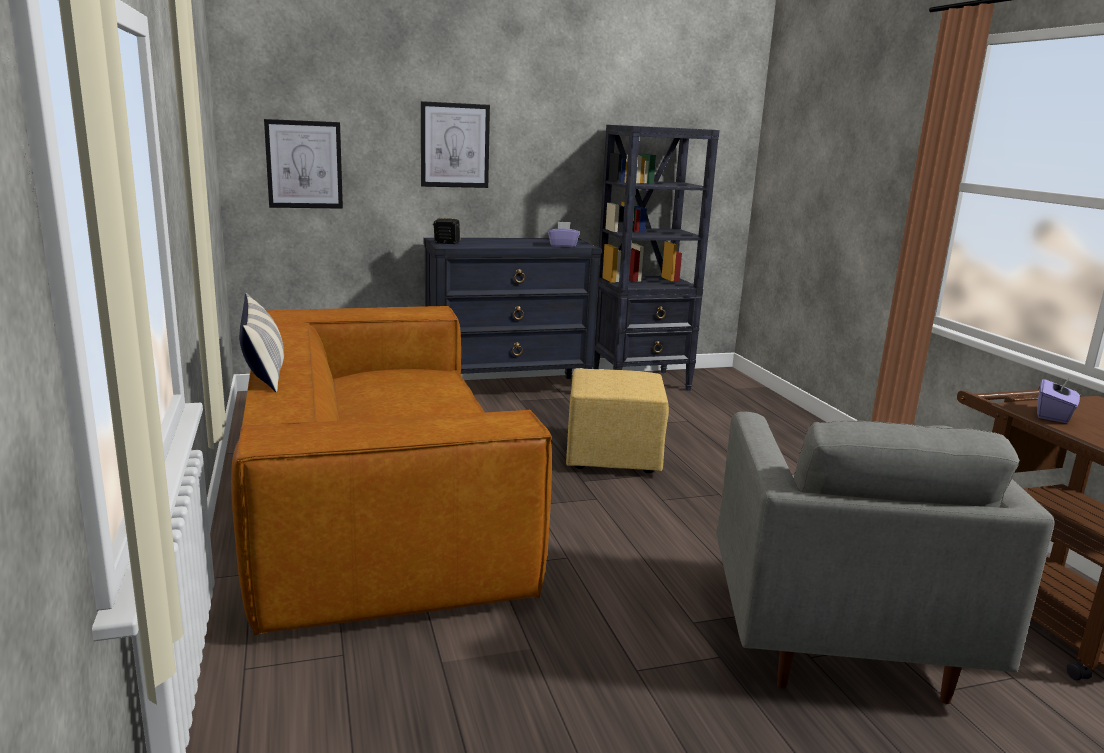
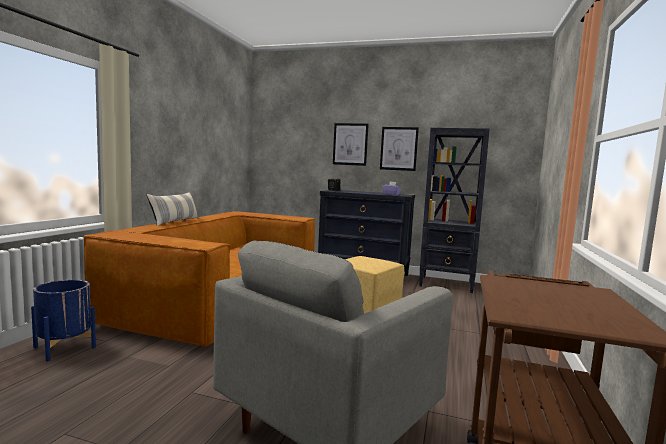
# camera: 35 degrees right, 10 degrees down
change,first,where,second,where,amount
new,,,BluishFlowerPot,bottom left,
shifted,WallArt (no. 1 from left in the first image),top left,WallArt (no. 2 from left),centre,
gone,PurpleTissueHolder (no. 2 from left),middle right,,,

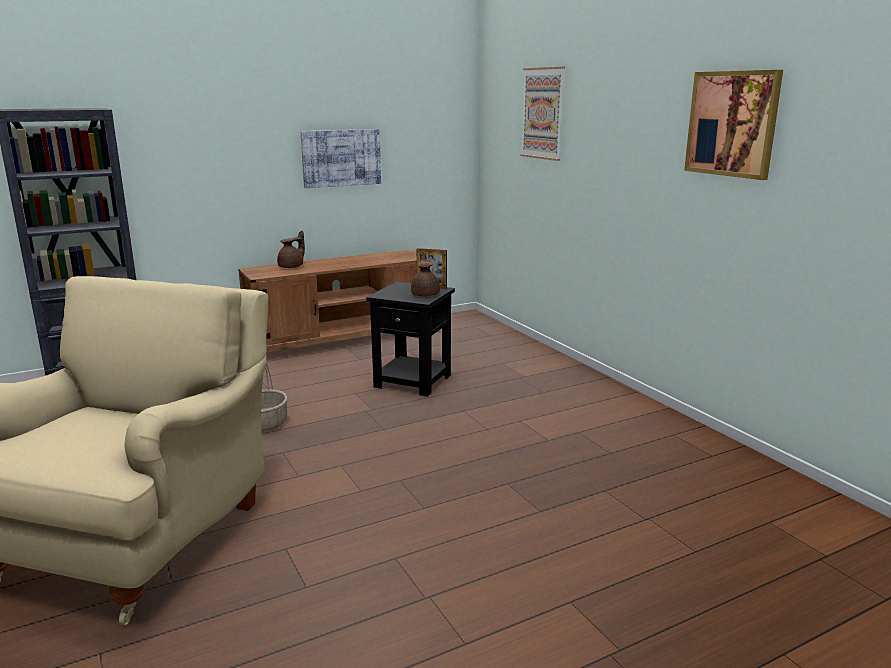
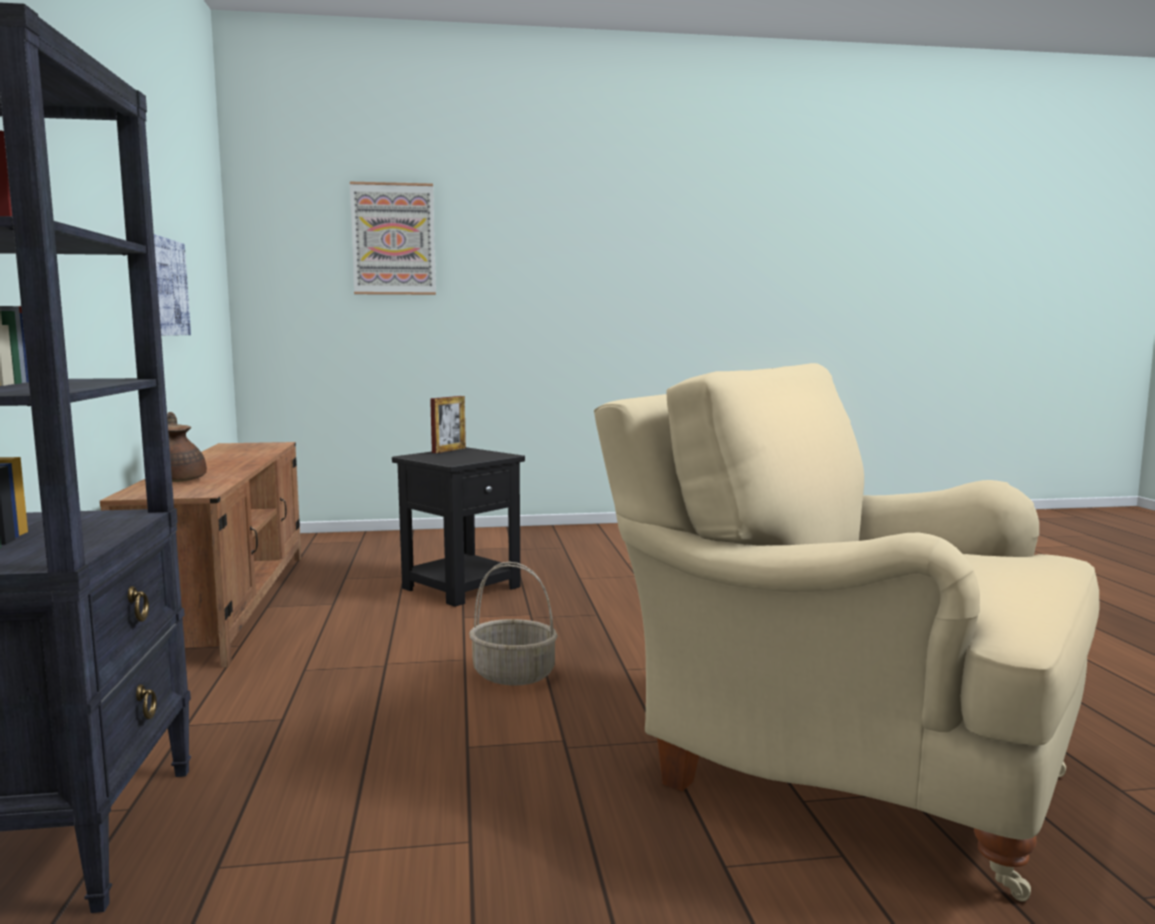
# camera: 70 degrees left, 10 degrees down
change,first,where,second,where,amount
gone,BrownishPotForTea (no. 2 from left),centre,,,
gone,WallArt (no. 3 from left),top right,,,

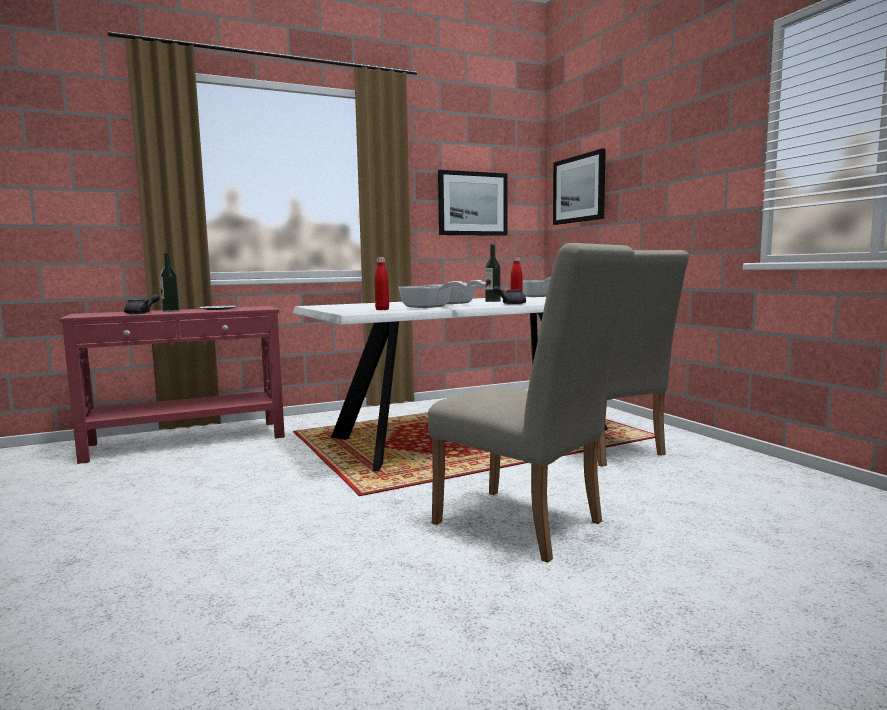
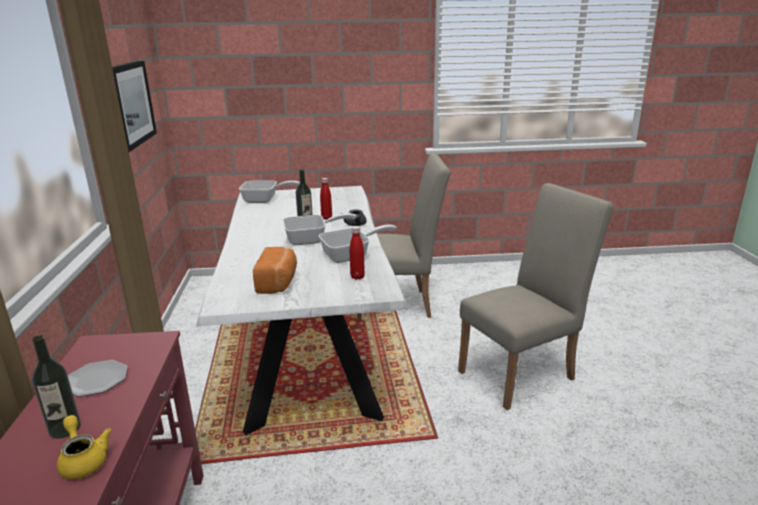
# camera: 70 degrees left, 15 degrees up
change,first,where,second,where,amount
repainted,GreyPotForTea (no. 1 from left),middle left,YellowishPotForTea,bottom left,
new,,,BakedBread,centre,
gone,WallArt (no. 2 from left),top centre,,,

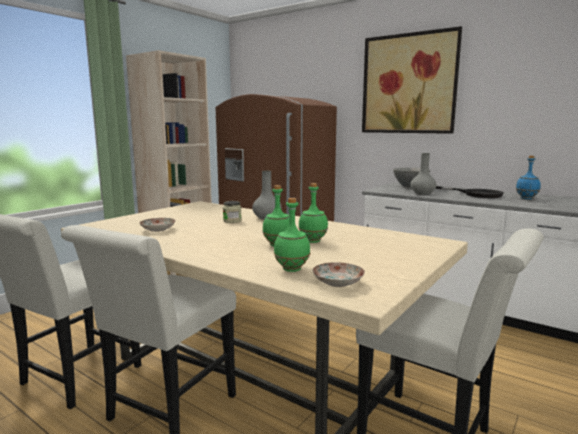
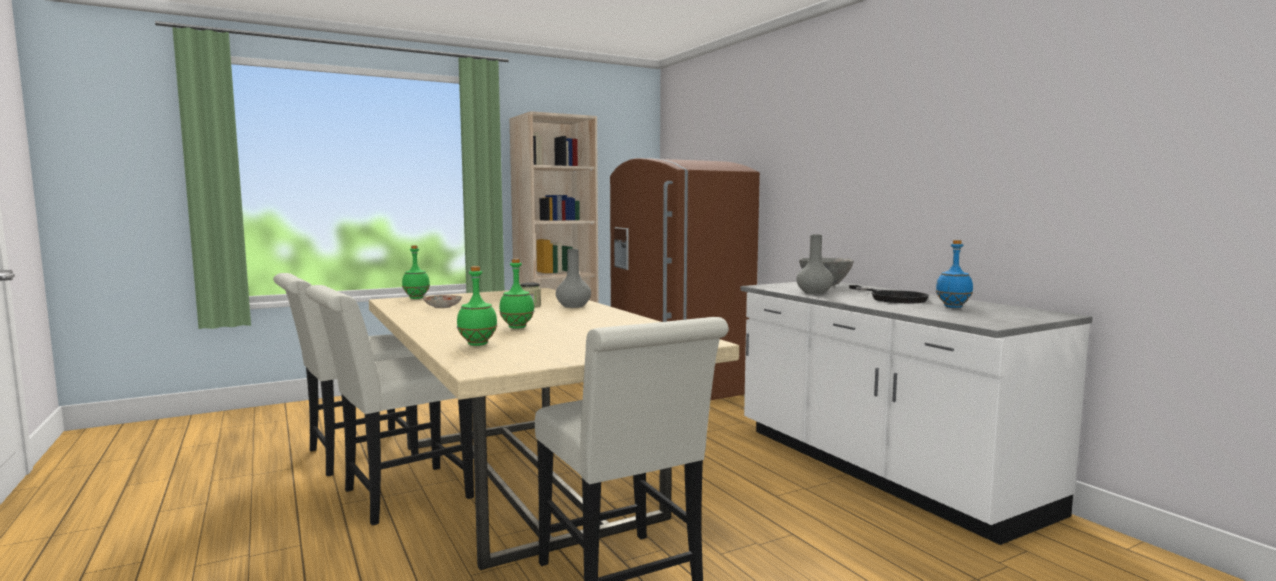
# camera: 25 degrees right, 5 degrees down
change,first,where,second,where,amount
shifted,GreenColouredBottle (no. 3 from left in the first image),centre,GreenColouredBottle (no. 1 from left),middle left,
gone,Plate (no. 2 from left),centre,,,
gone,WallArt,top right,,,

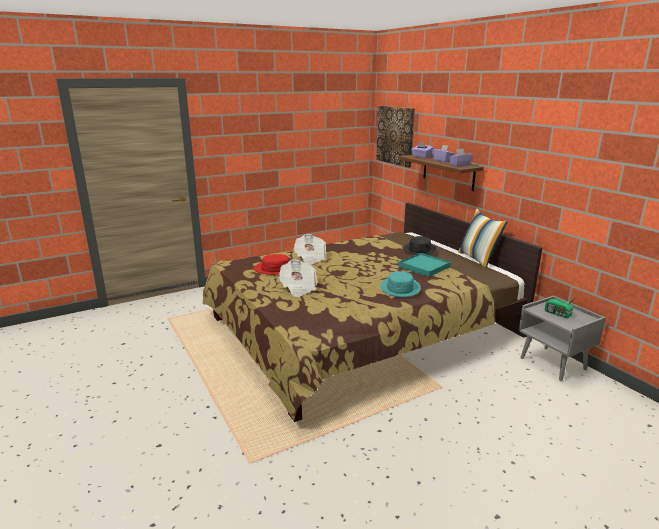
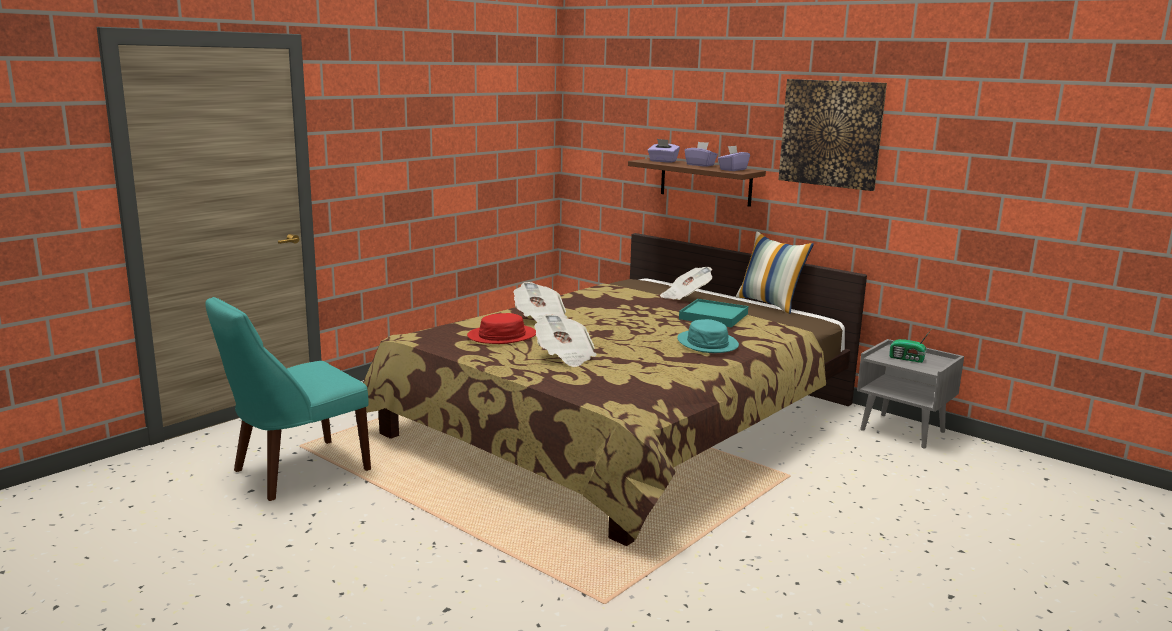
# camera: 20 degrees left, 5 degrees down
change,first,where,second,where,amount
new,,,TurquoiseUprightChair,middle left,
swapped,BlackWearableHat,centre,PrintedPaper (no. 3 from left),centre,
shifted,WallArt,top centre,,top right,

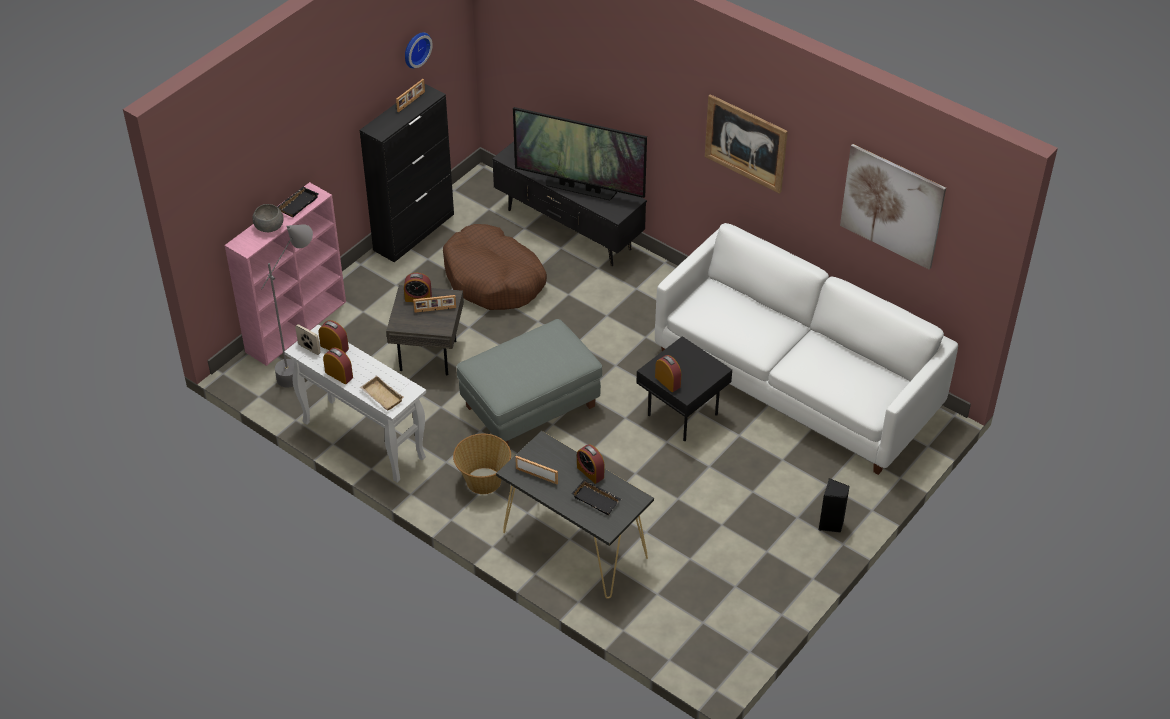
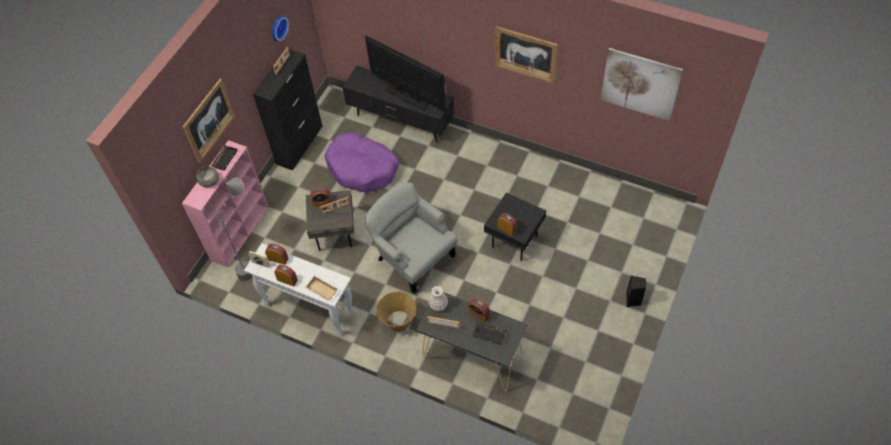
# camera: 10 degrees left, 10 degrees up
change,first,where,second,where,amount
new,,,WallArt (no. 1 from left),top left,
repainted,BrownishDogCushion,centre,PurpleDogCushion,centre,
rotated,TvSet,top centre,,top centre,150 degrees counterclockwise
swapped,GreyOttoman,centre,GreyEasyChair,centre,
new,,,WhitishDecorativeVase,bottom centre,
gone,WhitishCouch,middle right,,,

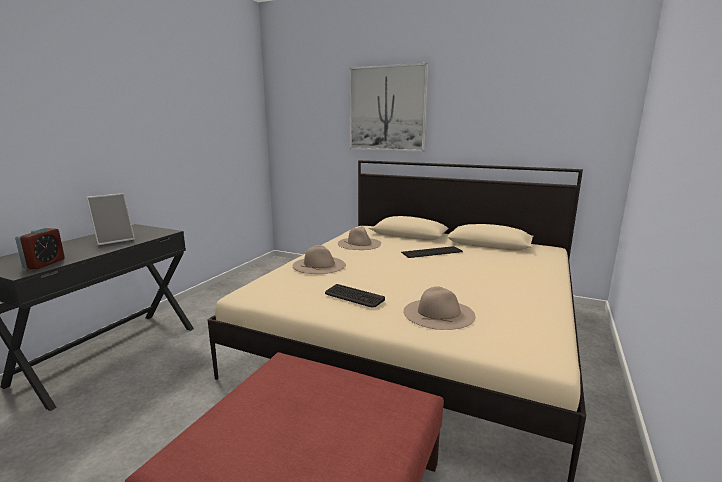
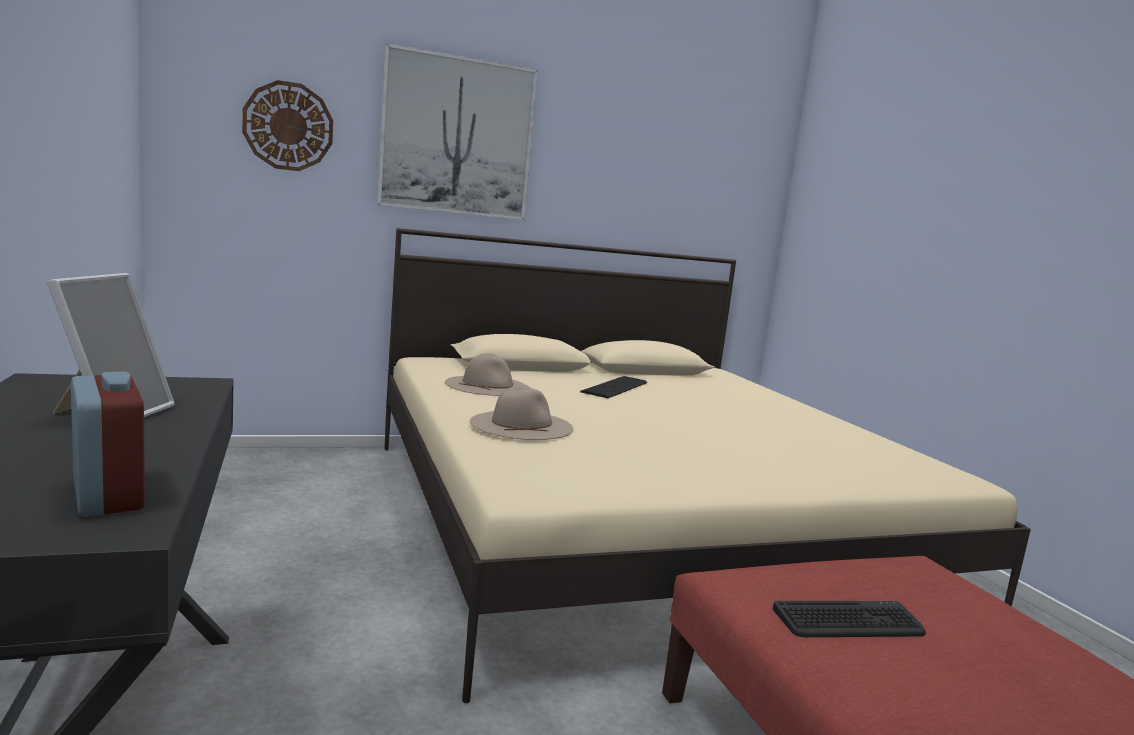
# camera: 45 degrees left, 5 degrees down
change,first,where,second,where,amount
new,,,WallClock,top left,
shifted,PcKeyboard (no. 1 from left in the first image),centre,PcKeyboard (no. 2 from left),bottom right,
gone,BeigeWearableHat (no. 3 from left),centre,,,

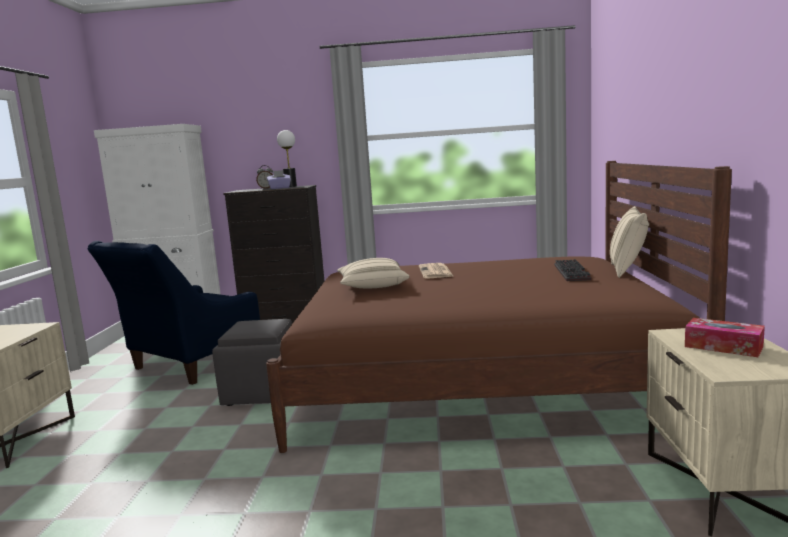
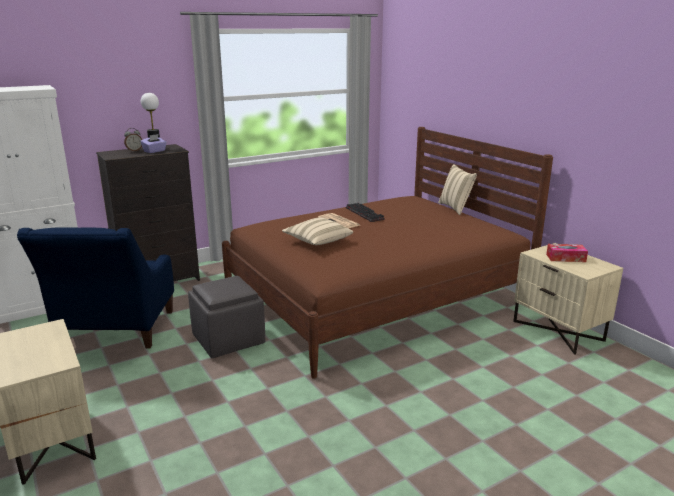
# camera: 35 degrees left, 10 degrees up
change,first,where,second,where,amount
shifted,PcKeyboard,middle right,,centre,

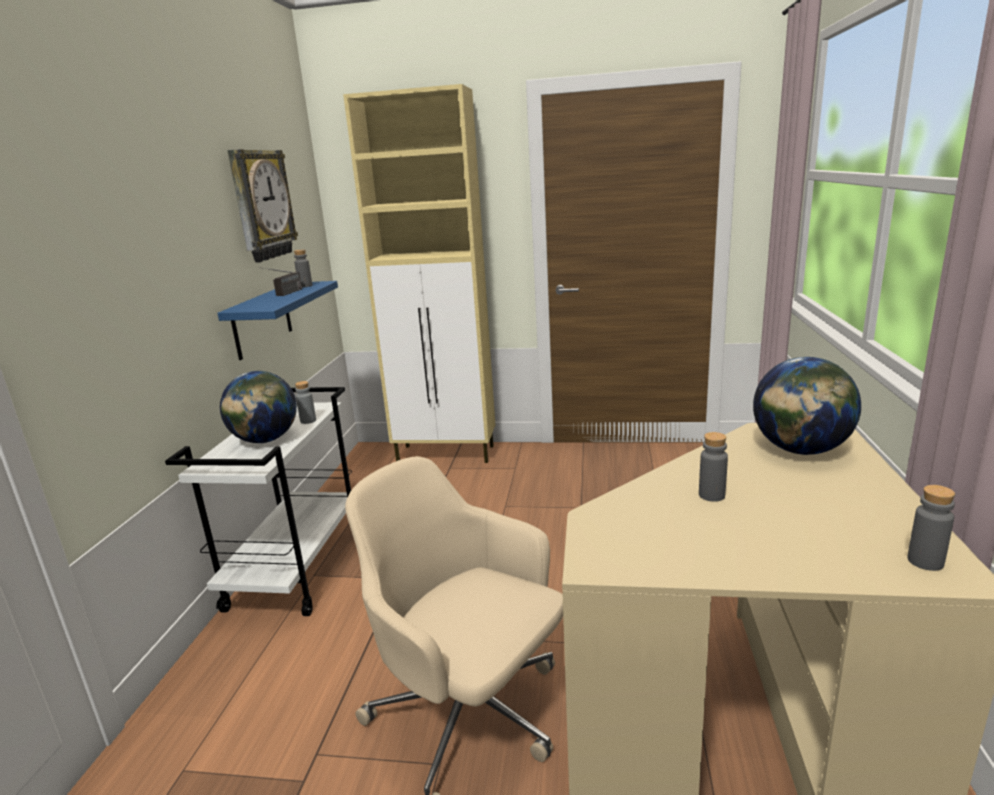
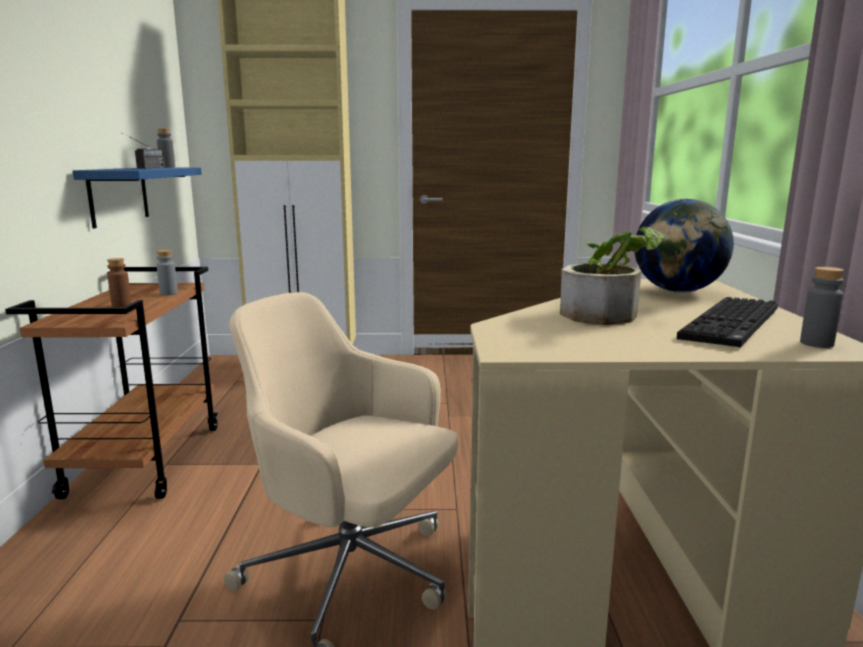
# camera: 10 degrees left, 5 degrees down
change,first,where,second,where,amount
repainted,WhitishWheeledCart,middle left,BrownishWheeledCart,middle left,
swapped,Globe (no. 1 from left),middle left,BrownishBottle,middle left,
swapped,GreyBottle (no. 3 from left),middle right,Houseplant,middle right,
new,,,PcKeyboard,middle right,
gone,WallClock,top left,,,

